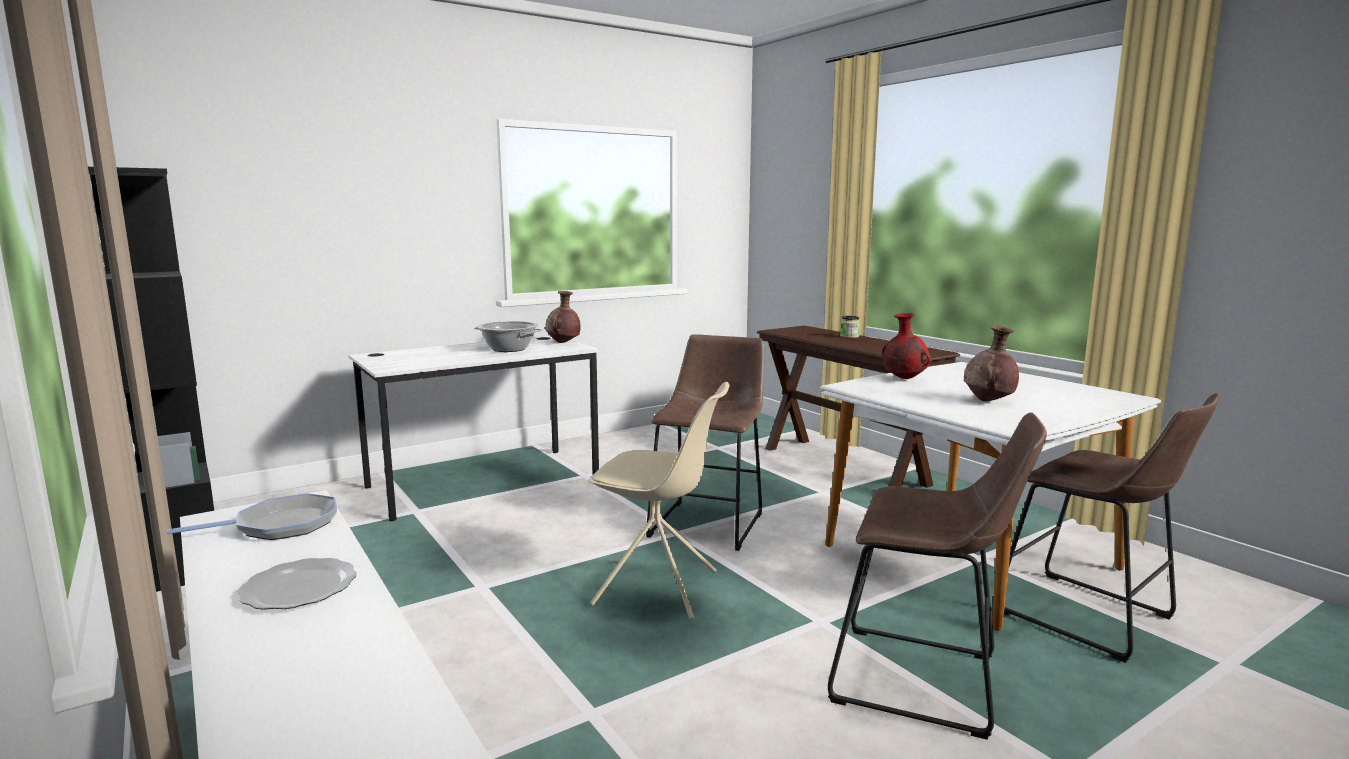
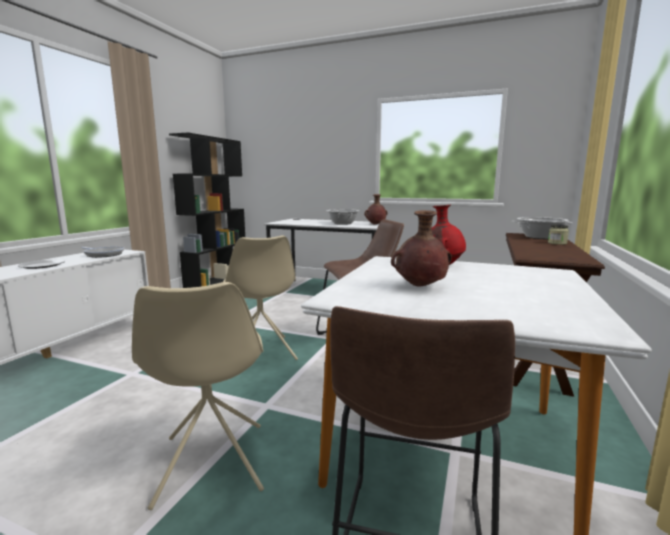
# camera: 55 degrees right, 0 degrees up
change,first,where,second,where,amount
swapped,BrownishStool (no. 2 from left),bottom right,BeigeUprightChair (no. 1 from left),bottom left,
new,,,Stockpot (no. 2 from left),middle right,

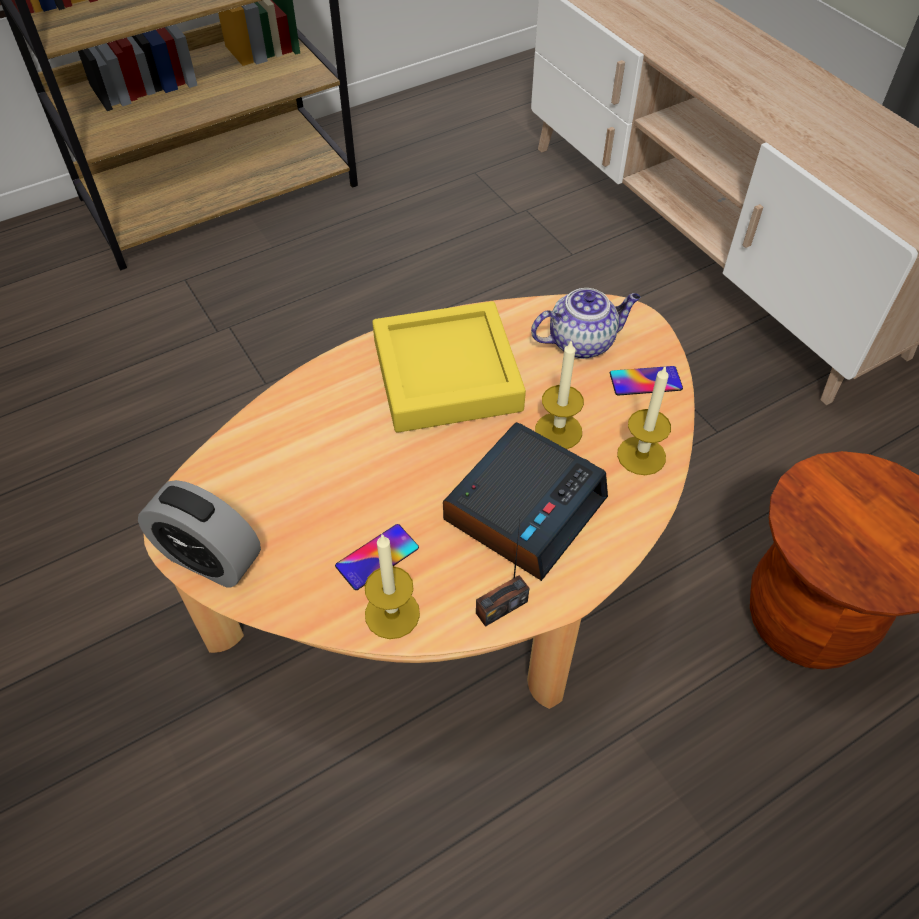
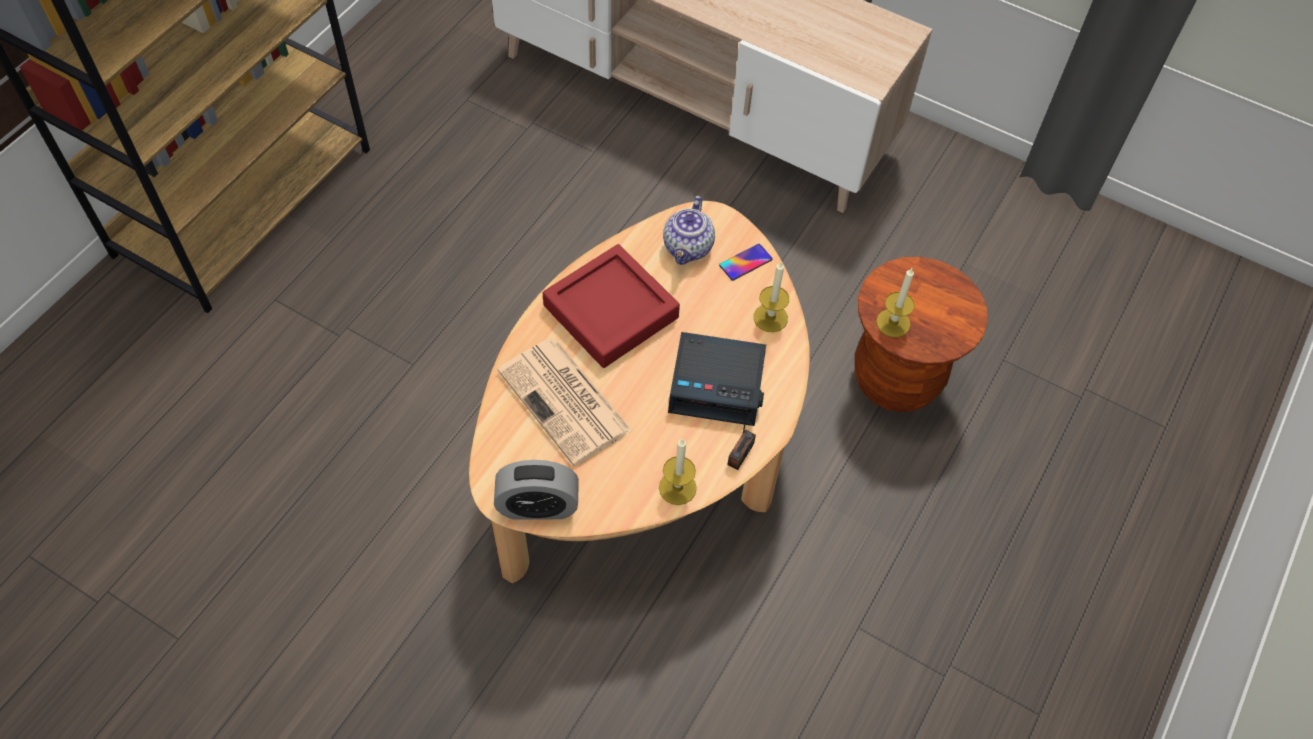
# camera: 30 degrees left, 5 degrees up
change,first,where,second,where,amount
new,,,PrintedPaper,centre,
repainted,YellowishCarryingTray,centre,RedCarryingTray,centre,
rotated,PotForTea,centre,,top centre,150 degrees clockwise
rotated,TableClock (no. 2 from left),centre,,centre,90 degrees clockwise
shifted,WaxLight (no. 2 from left in the first image),centre,WaxLight (no. 3 from left),middle right,
gone,Handset (no. 1 from left),centre,,,

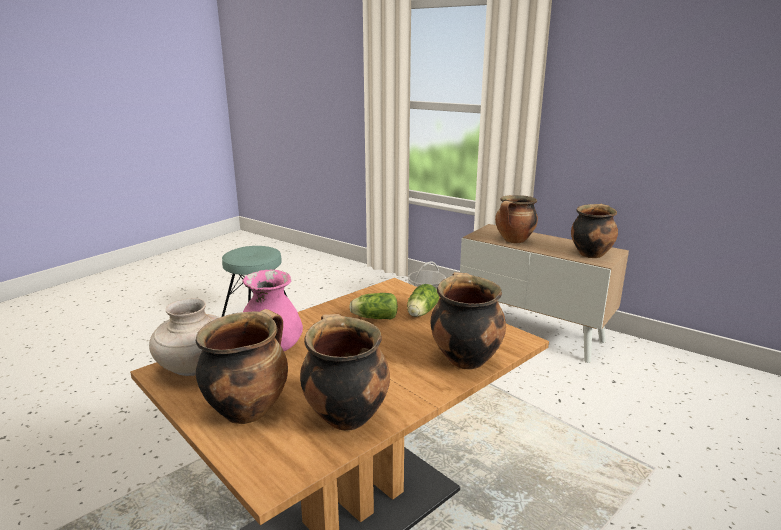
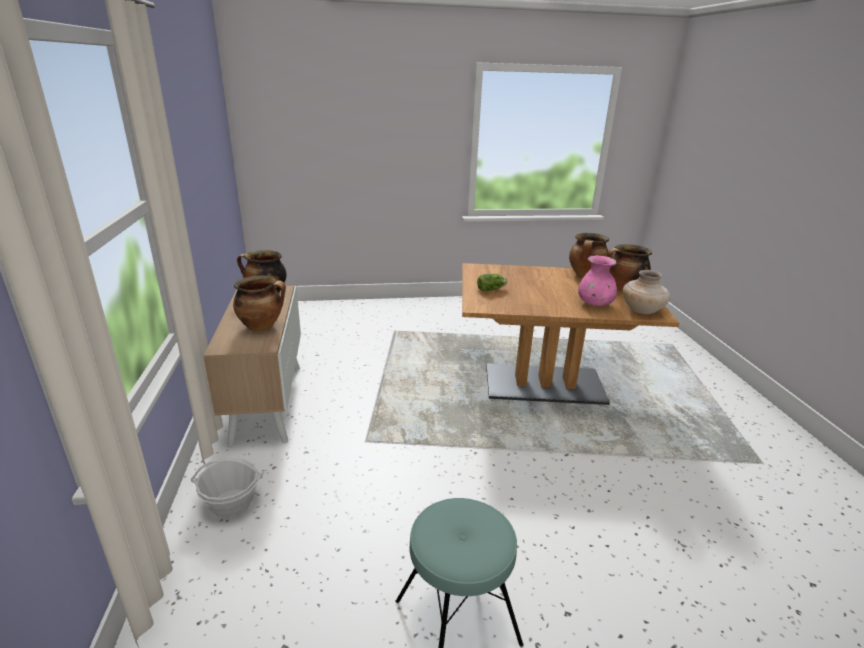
# camera: 135 degrees left, 5 degrees up
change,first,where,second,where,amount
gone,Lettuce (no. 1 from left),centre,,,
gone,Stockpot (no. 3 from left),centre,,,

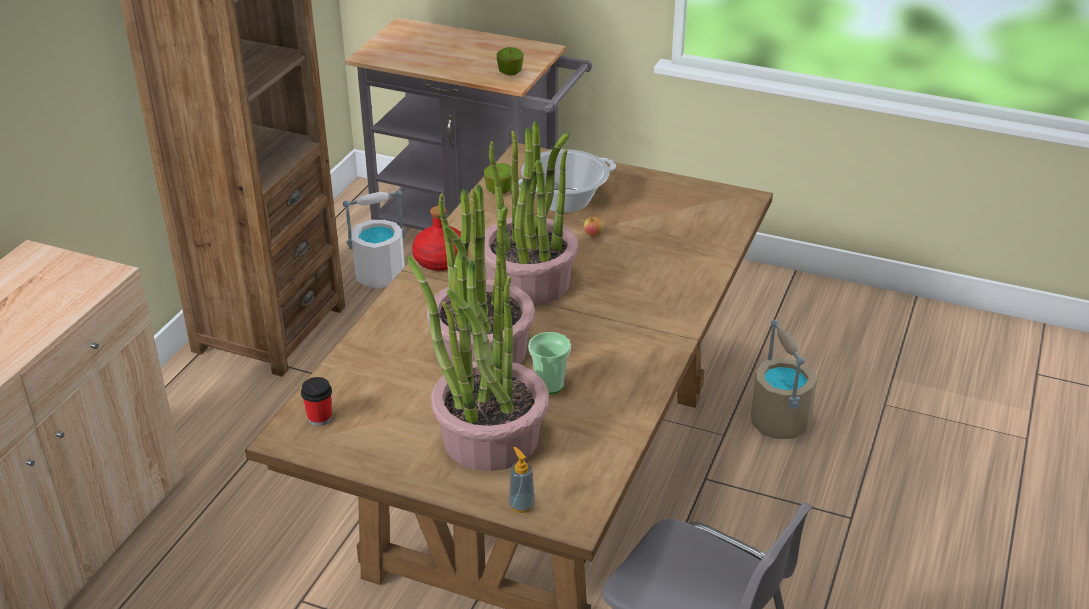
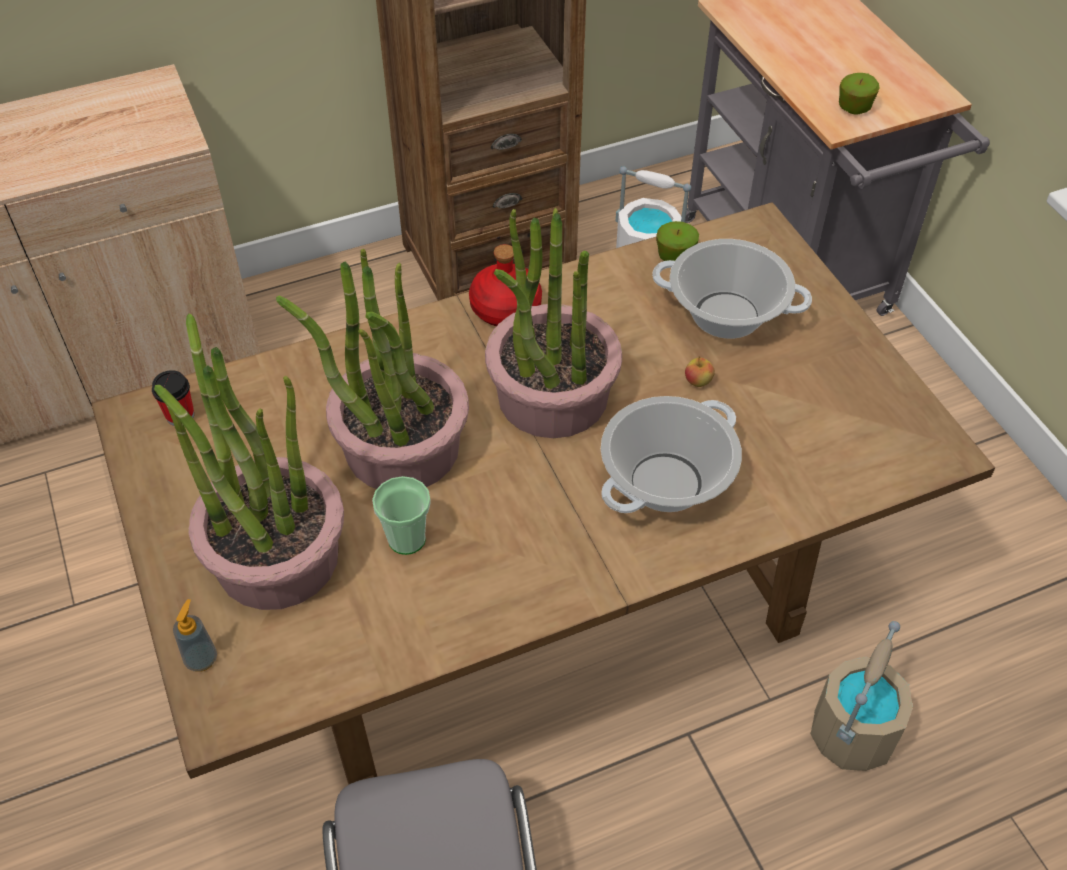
# camera: 45 degrees right, 15 degrees up
change,first,where,second,where,amount
new,,,Stockpot (no. 1 from left),centre,

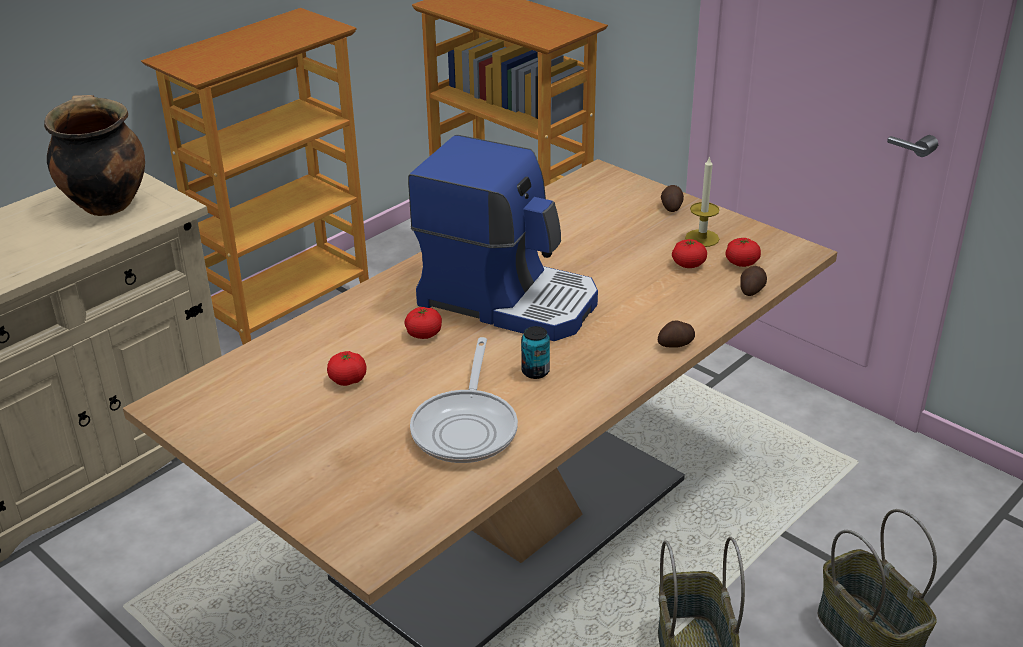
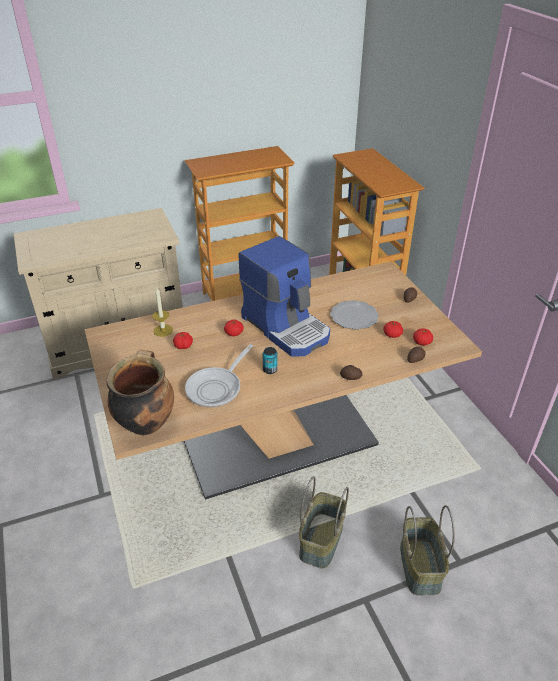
# camera: 25 degrees right, 5 degrees up
change,first,where,second,where,amount
shifted,Stockpot,top left,,middle left,
shifted,WaxLight,top right,,middle left,
new,,,Plate,centre,

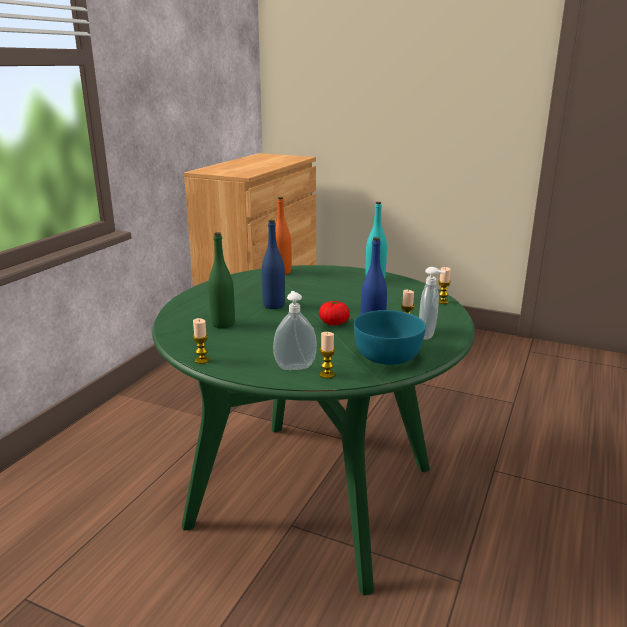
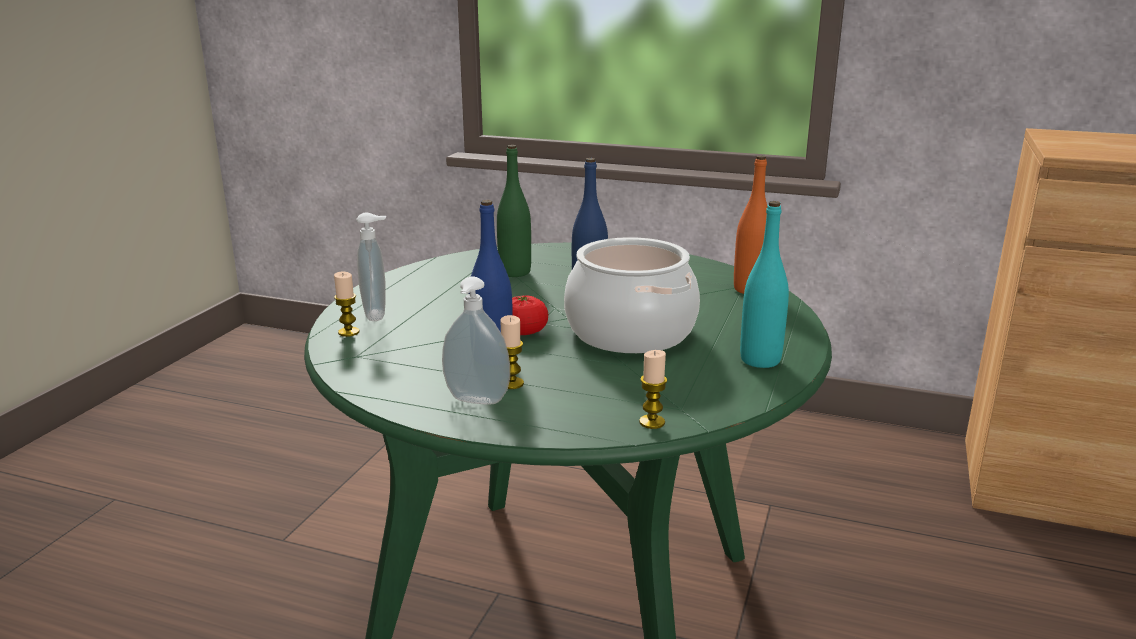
# camera: 85 degrees right, 0 degrees up
change,first,where,second,where,amount
new,,,Stockpot,centre,
gone,WaxLight (no. 1 from left),middle left,,,
gone,TurquoiseServingBowl,centre,,,

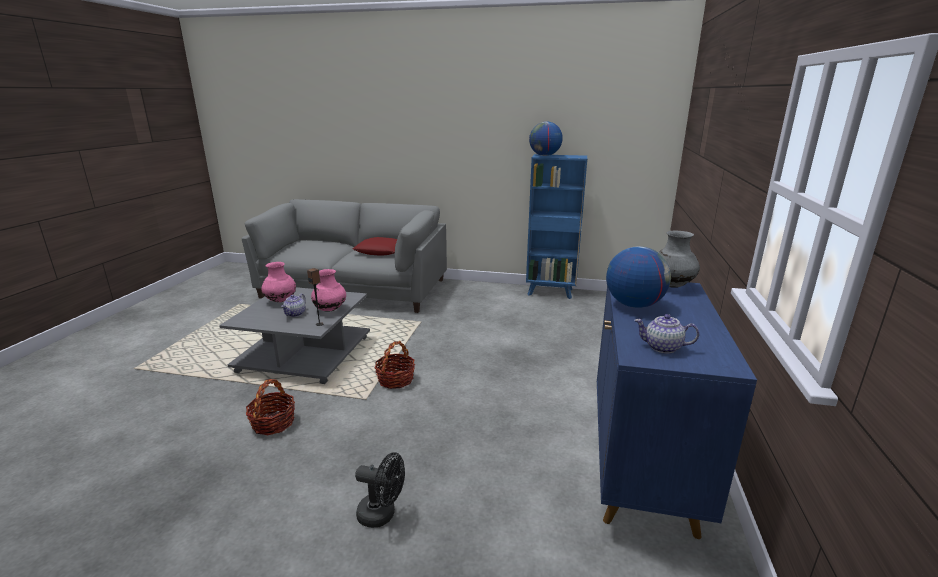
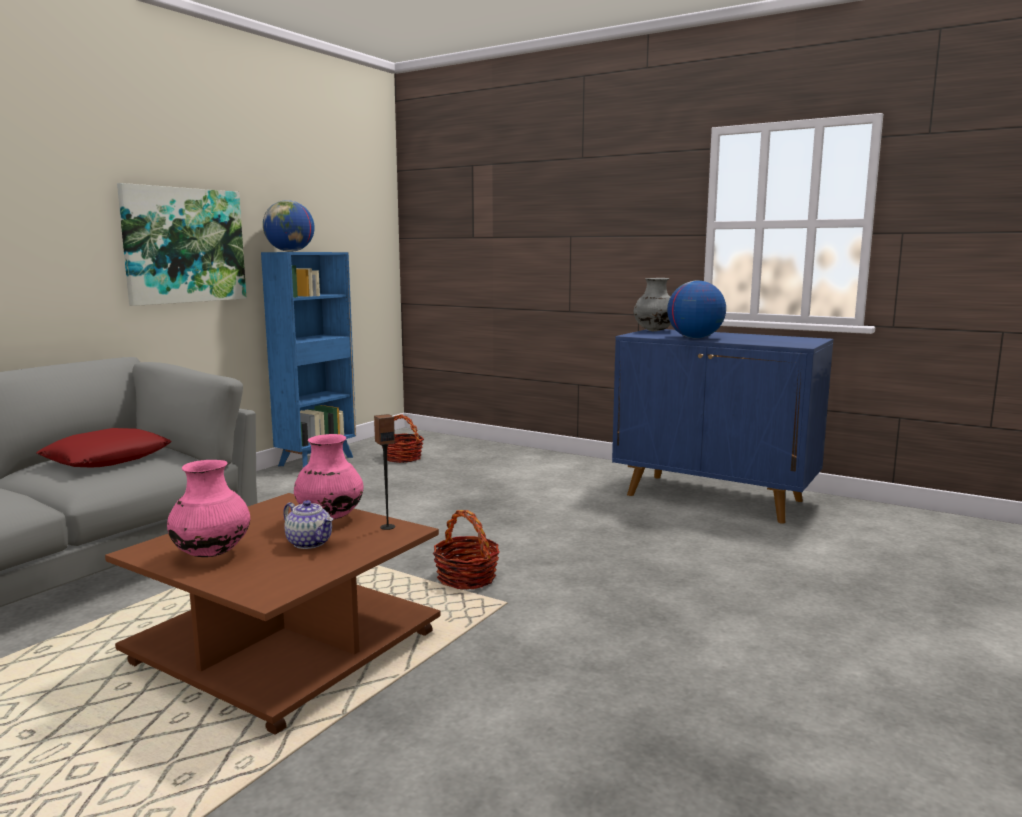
# camera: 70 degrees left, 10 degrees down
change,first,where,second,where,amount
repainted,GreyLoungeTable,middle left,BrownishLoungeTable,bottom left,
new,,,WallArt,top left,
shifted,HouseholdBasket (no. 1 from left),bottom left,,centre,
gone,BlackCoolingFan,bottom centre,,,
gone,PotForTea (no. 2 from left),middle right,,,

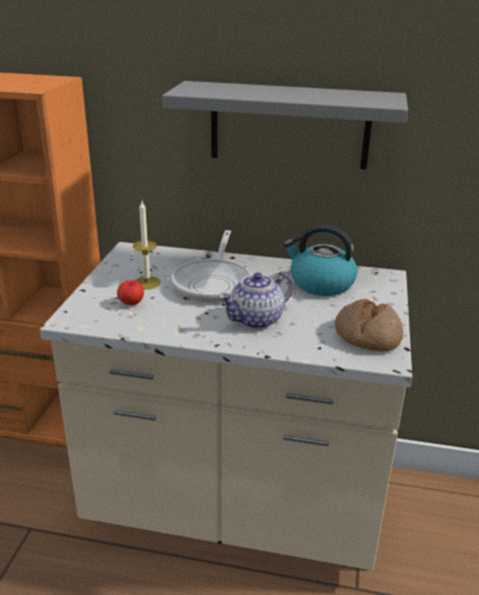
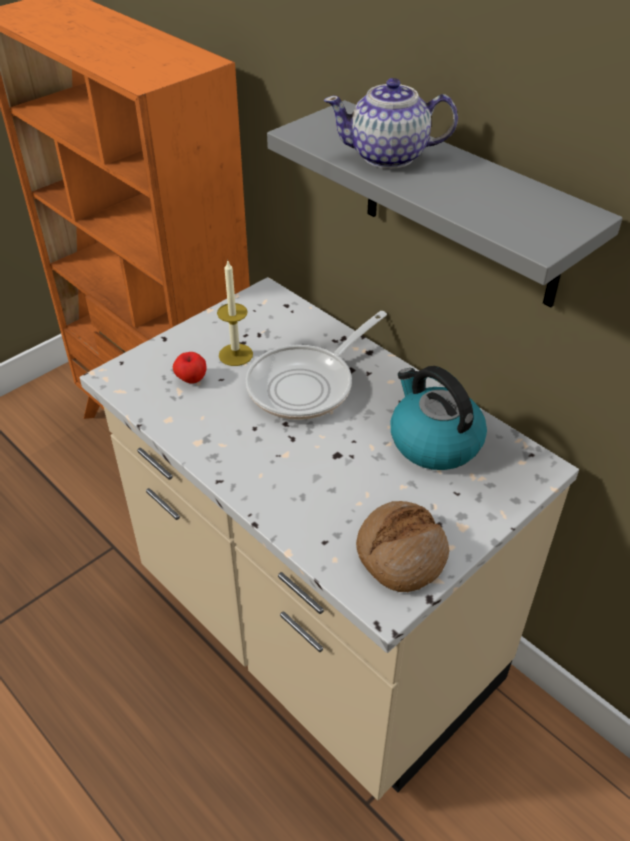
# camera: 35 degrees right, 15 degrees up
change,first,where,second,where,amount
shifted,PotForTea,centre,,top centre,

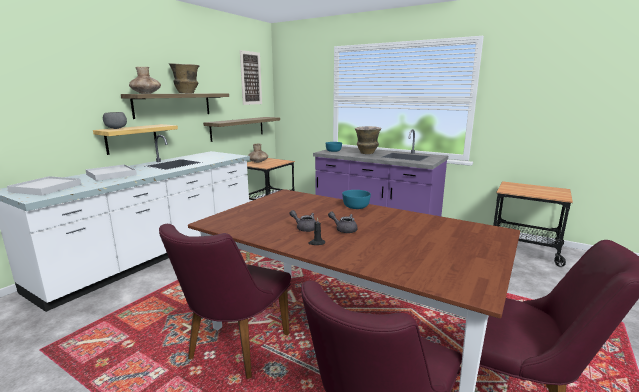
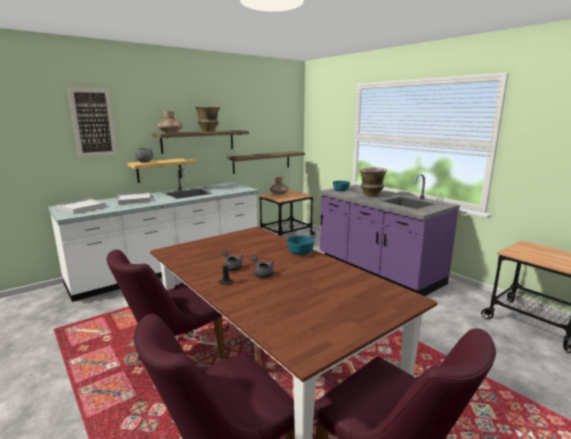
# camera: 20 degrees right, 0 degrees up
change,first,where,second,where,amount
shifted,WallArt,top centre,,top left,

